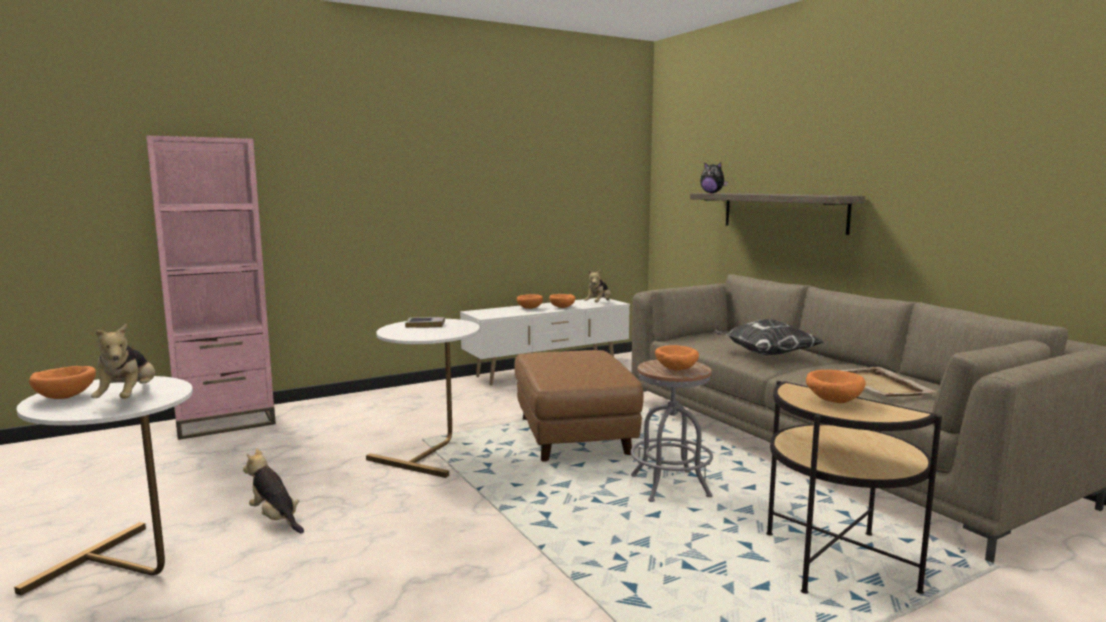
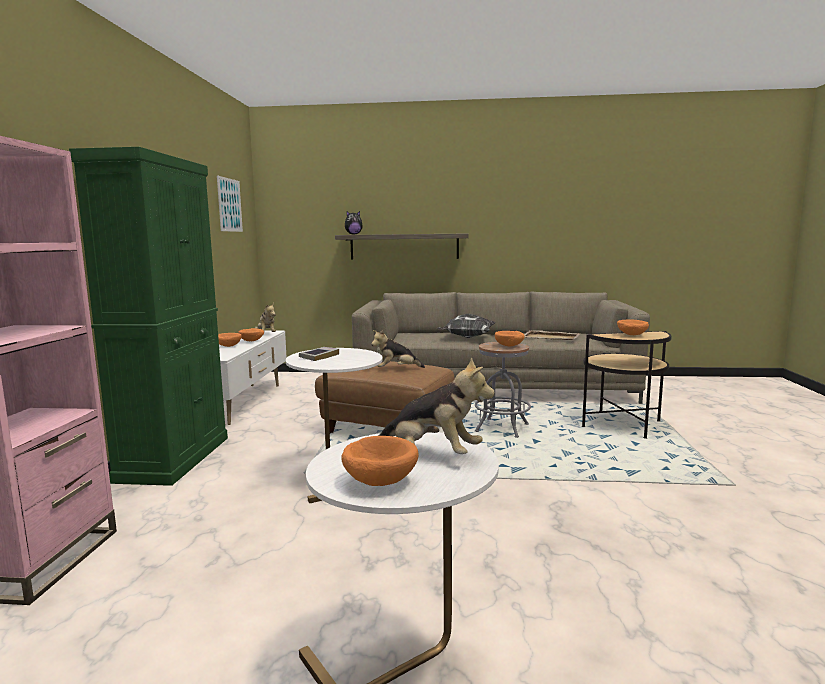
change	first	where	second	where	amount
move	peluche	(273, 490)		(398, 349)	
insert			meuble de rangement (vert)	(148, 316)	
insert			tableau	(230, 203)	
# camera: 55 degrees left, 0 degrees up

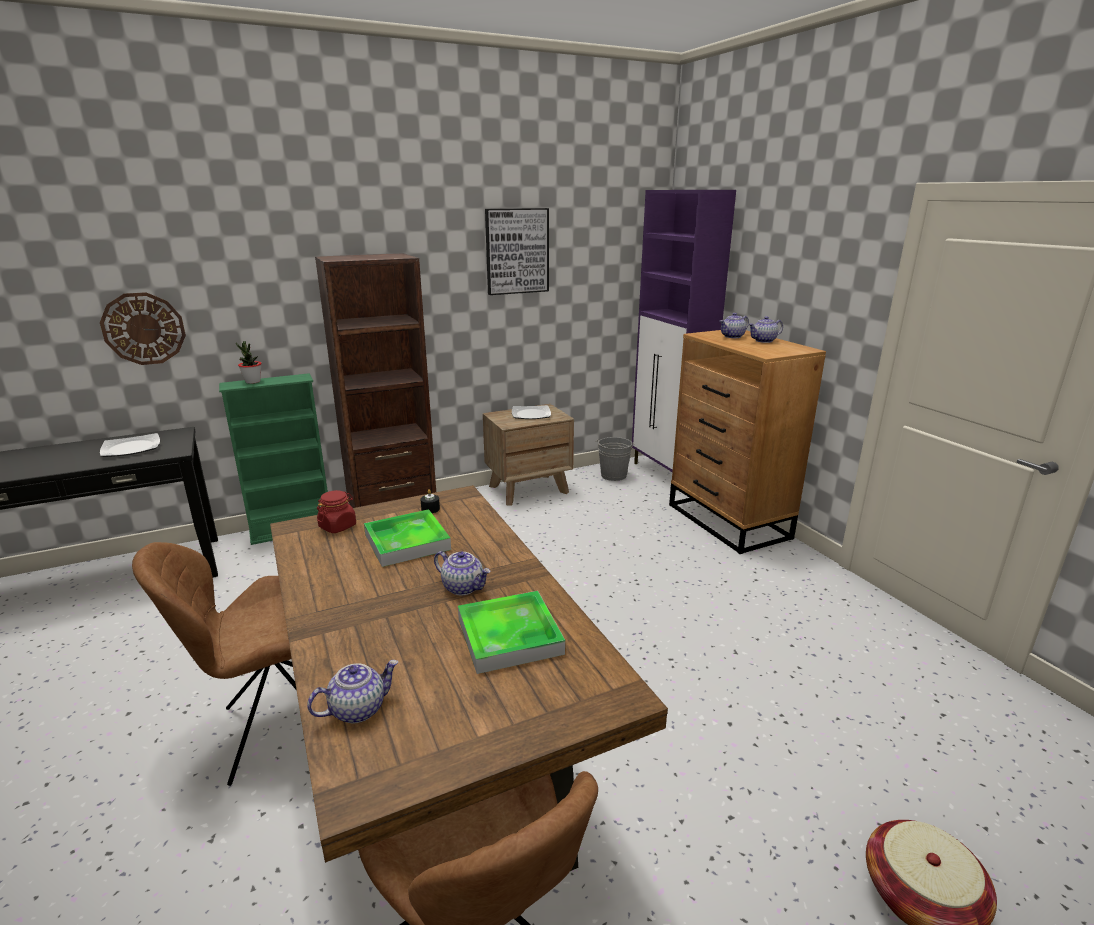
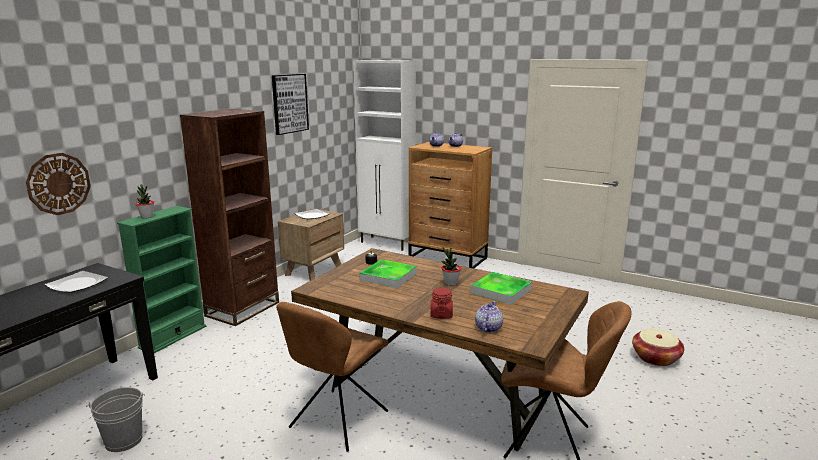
change	first	where	second	where	amount
move	bocal (rouge)	(336, 511)		(442, 303)	
replace	théière	(462, 573)	plante en pot	(451, 266)	
move	seau (gris)	(615, 459)		(115, 419)	
recolor	meuble de rangement (violet)	(684, 340)	meuble de rangement (blanc)	(384, 155)	
# camera: 35 degrees left, 5 degrees down

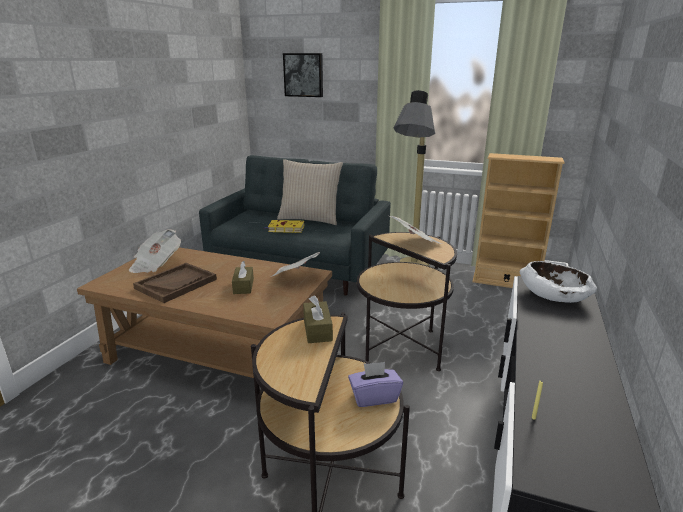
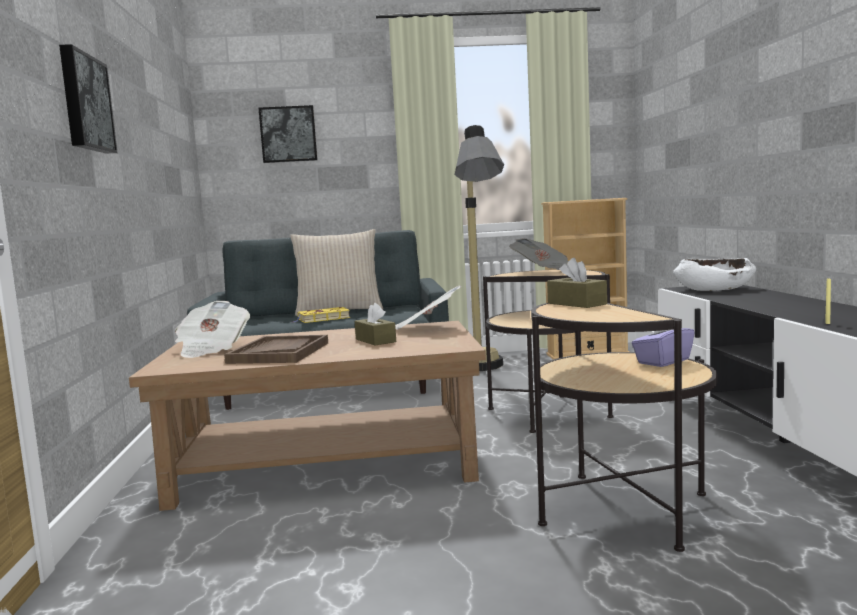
change	first	where	second	where	amount
insert			tableau	(88, 99)	
# camera: 25 degrees left, 15 degrees down

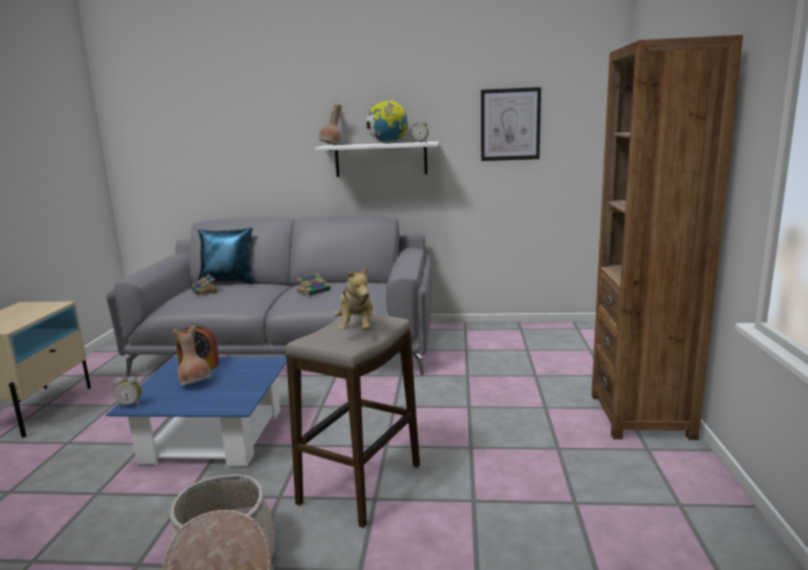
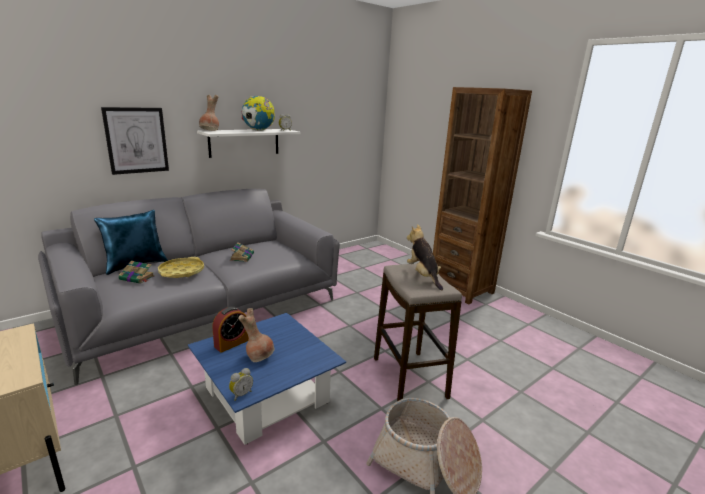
change	first	where	second	where	amount
rotate	peluche	(353, 298)		(425, 257)	150 degrees counterclockwise
move	tableau	(511, 124)		(135, 141)	
insert			plateau (jaune)	(181, 267)	
# camera: 45 degrees left, 5 degrees up

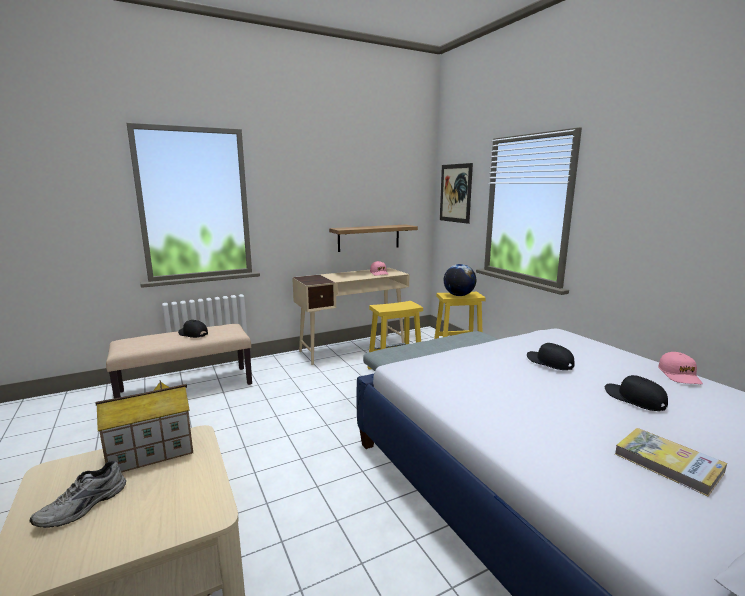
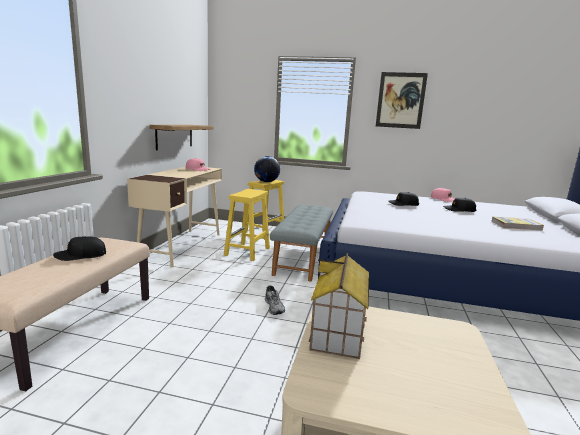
change	first	where	second	where	amount
move	chaussure (gris)	(77, 494)		(275, 300)	
move	tableau	(456, 193)		(402, 100)	
# camera: 50 degrees left, 0 degrees up

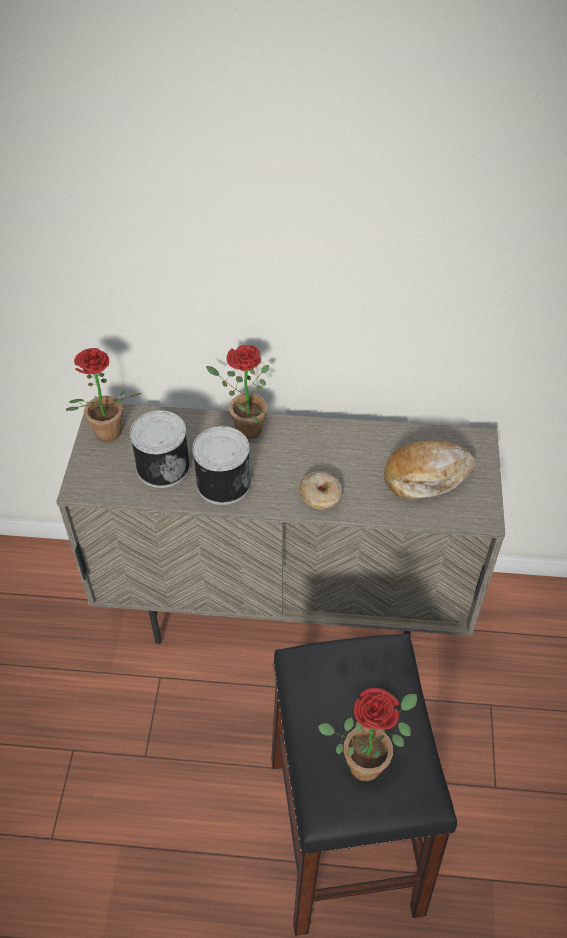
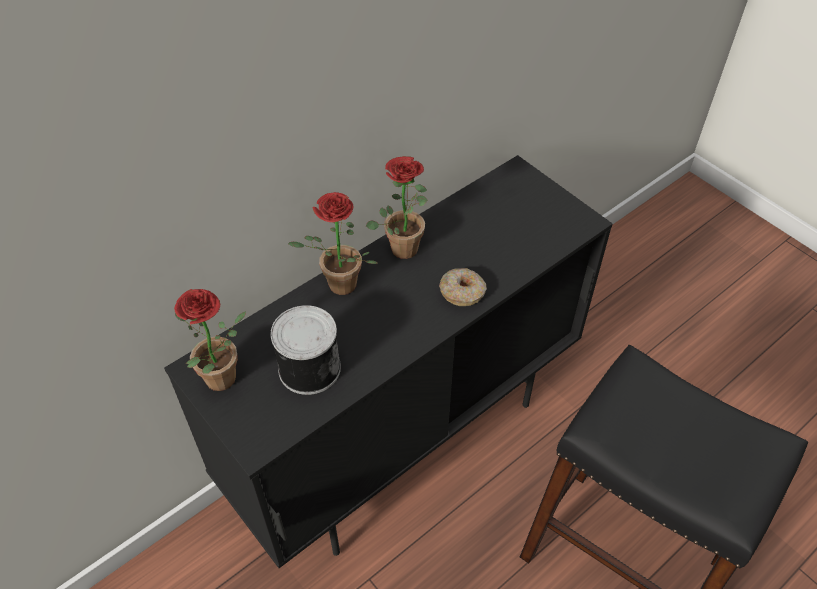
change	first	where	second	where	amount
recolor	meuble de rangement (beige)	(280, 522)	meuble de rangement (noir)	(388, 361)	
delete	boîte métallique	(221, 465)			
move	plante en pot	(367, 734)		(397, 207)	
delete	pain	(430, 469)			
# camera: 45 degrees left, 0 degrees up

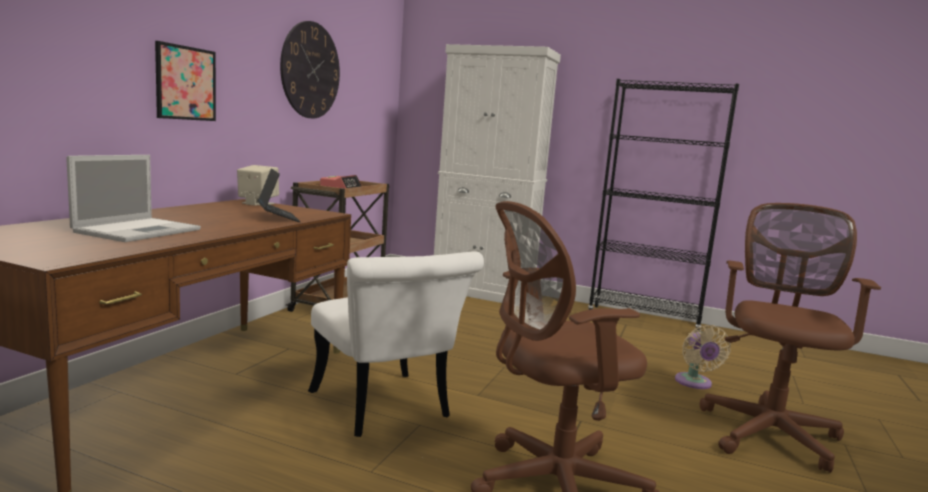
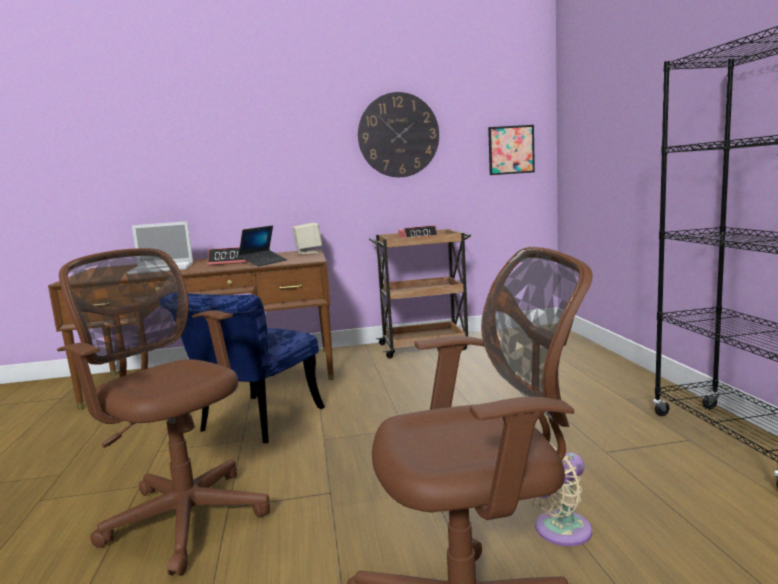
change	first	where	second	where	amount
move	tableau	(185, 81)		(511, 150)	
recolor	chaise (blanc)	(396, 344)	chaise (bleu)	(253, 368)	
delete	meuble de rangement (blanc)	(497, 173)			
insert			réveil	(227, 256)	
# camera: 60 degrees right, 0 degrees up

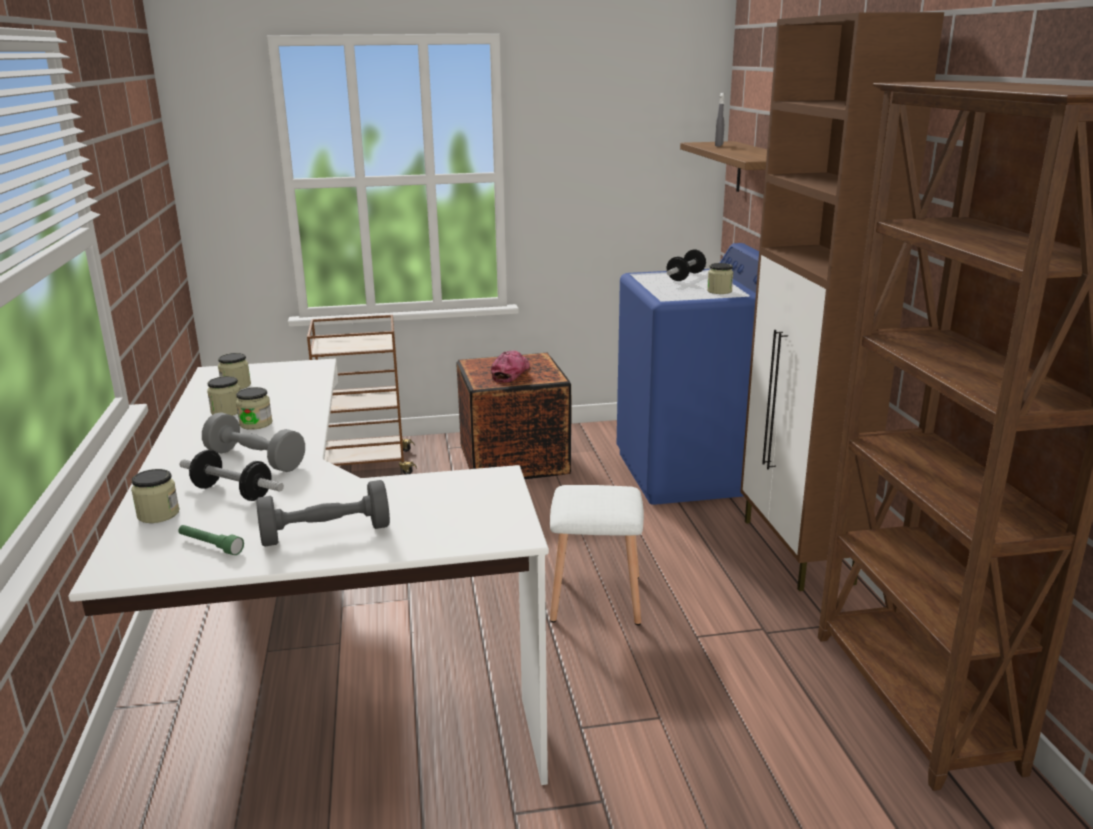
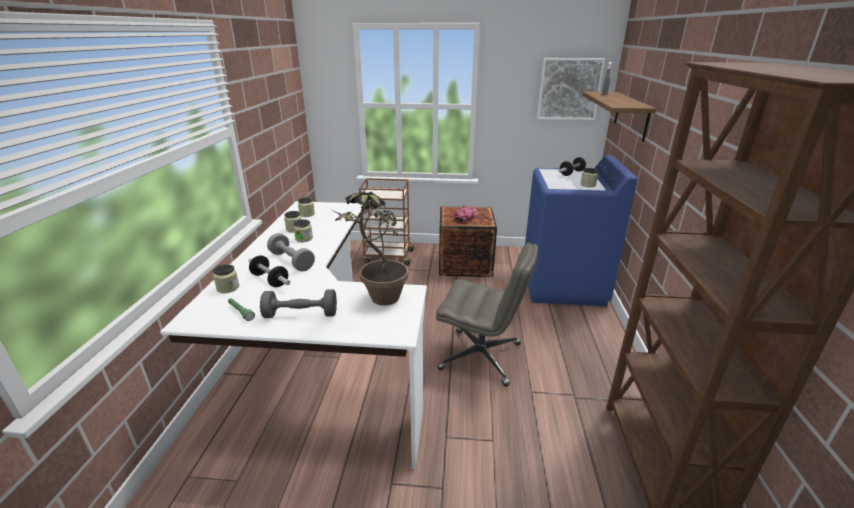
change	first	where	second	where	amount
replace	tabouret (blanc)	(597, 555)	chaise de bureau (gris)	(487, 315)	
delete	meuble de rangement (marron)	(842, 301)			
insert			plante en pot	(370, 249)	
insert			tableau	(571, 89)	
# camera: 15 degrees right, 5 degrees up

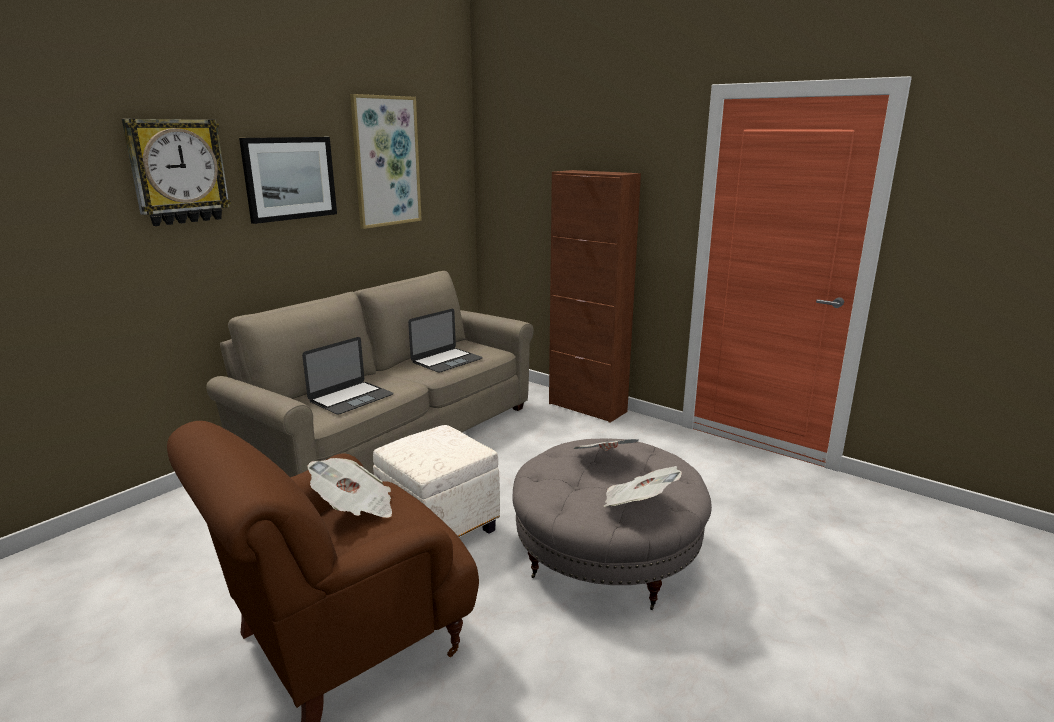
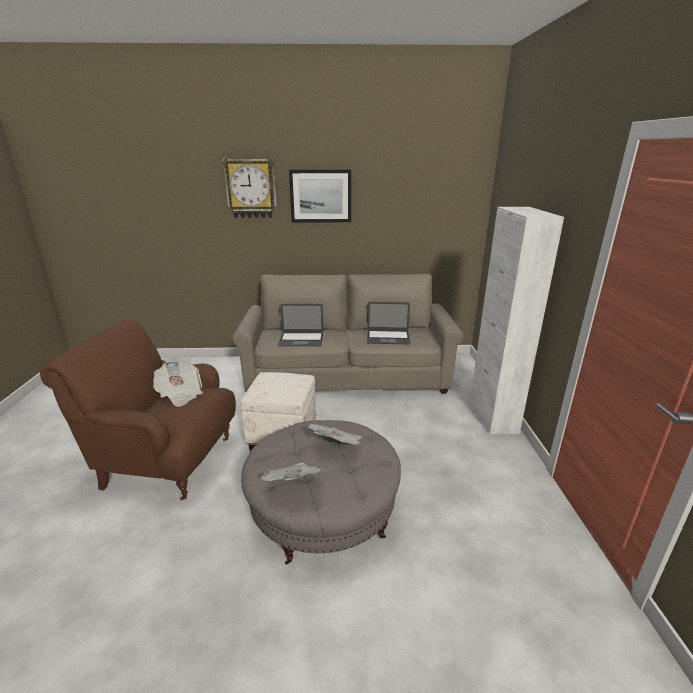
change	first	where	second	where	amount
delete	tableau	(386, 161)			
recolor	meuble de rangement (marron)	(595, 296)	meuble de rangement (blanc)	(517, 320)	
# camera: 50 degrees right, 5 degrees up

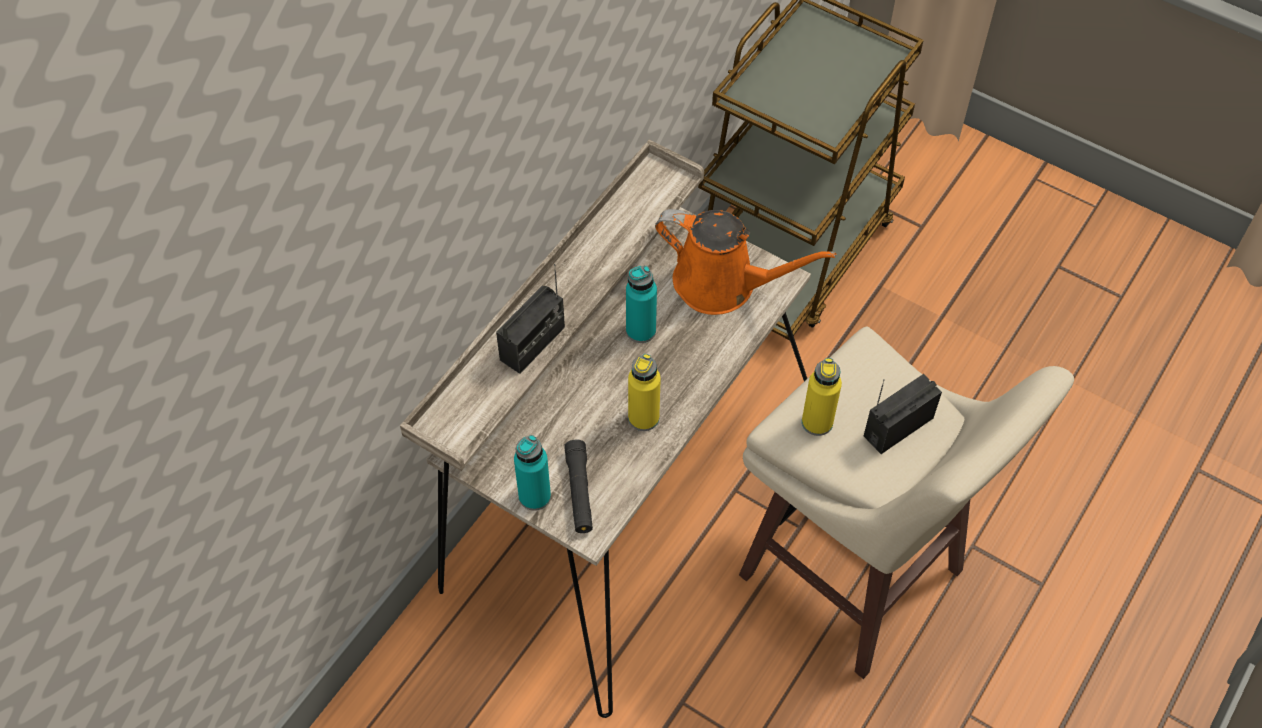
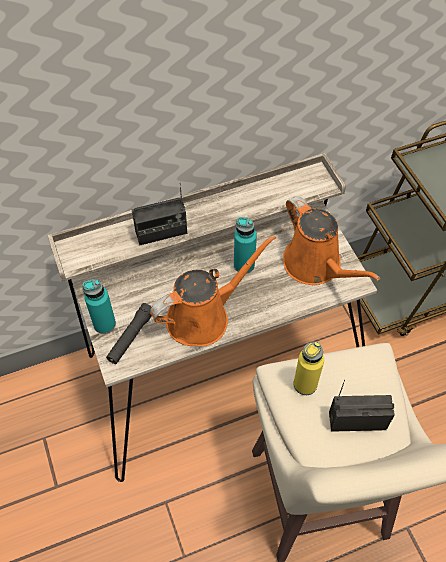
change	first	where	second	where	amount
replace	bouteille (jaune)	(644, 392)	arrosoir (orange)	(213, 290)	
# camera: 35 degrees right, 0 degrees up

